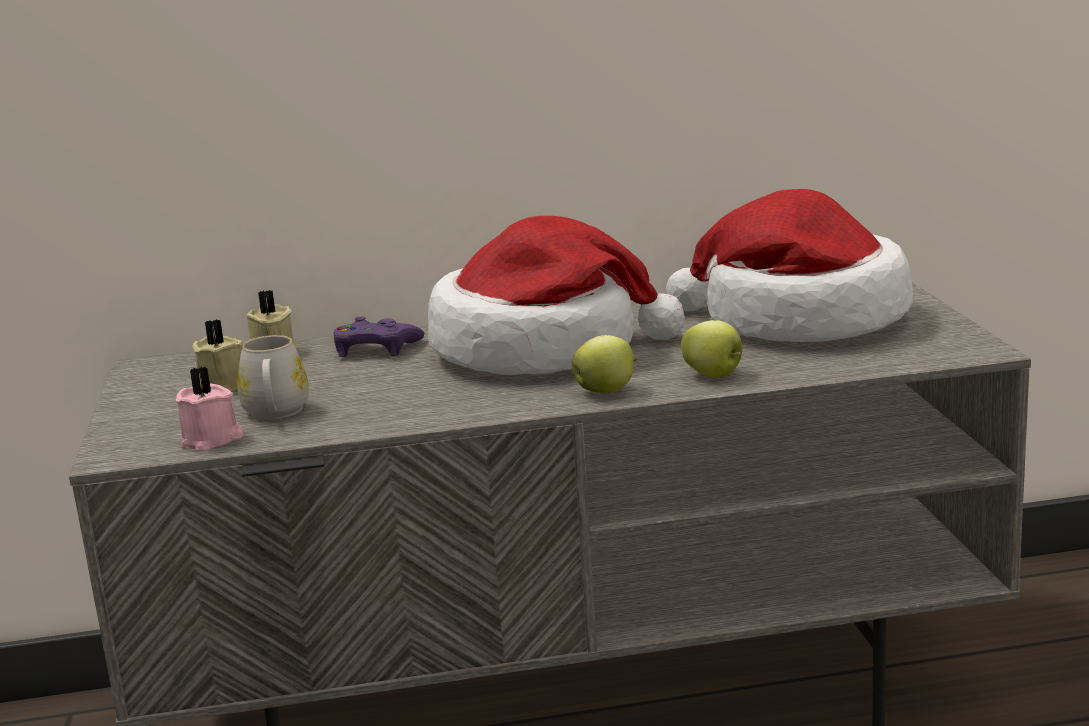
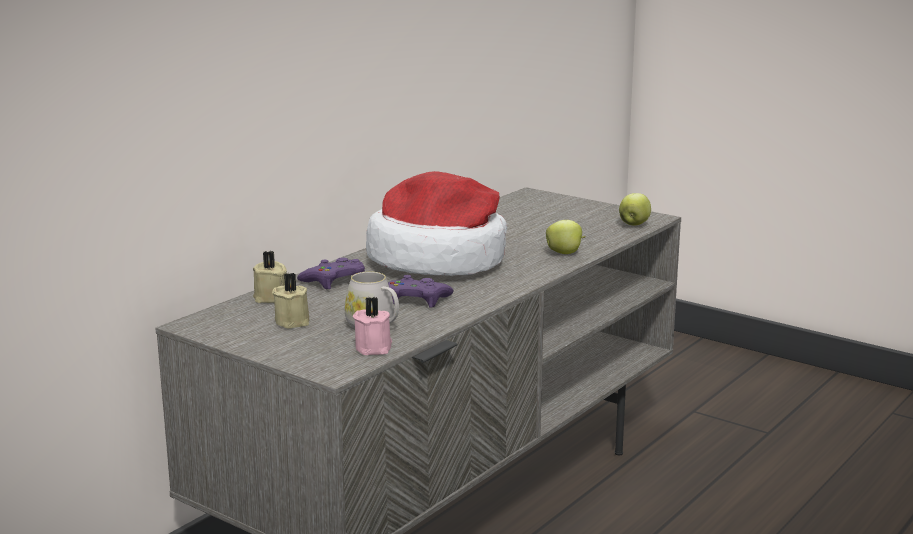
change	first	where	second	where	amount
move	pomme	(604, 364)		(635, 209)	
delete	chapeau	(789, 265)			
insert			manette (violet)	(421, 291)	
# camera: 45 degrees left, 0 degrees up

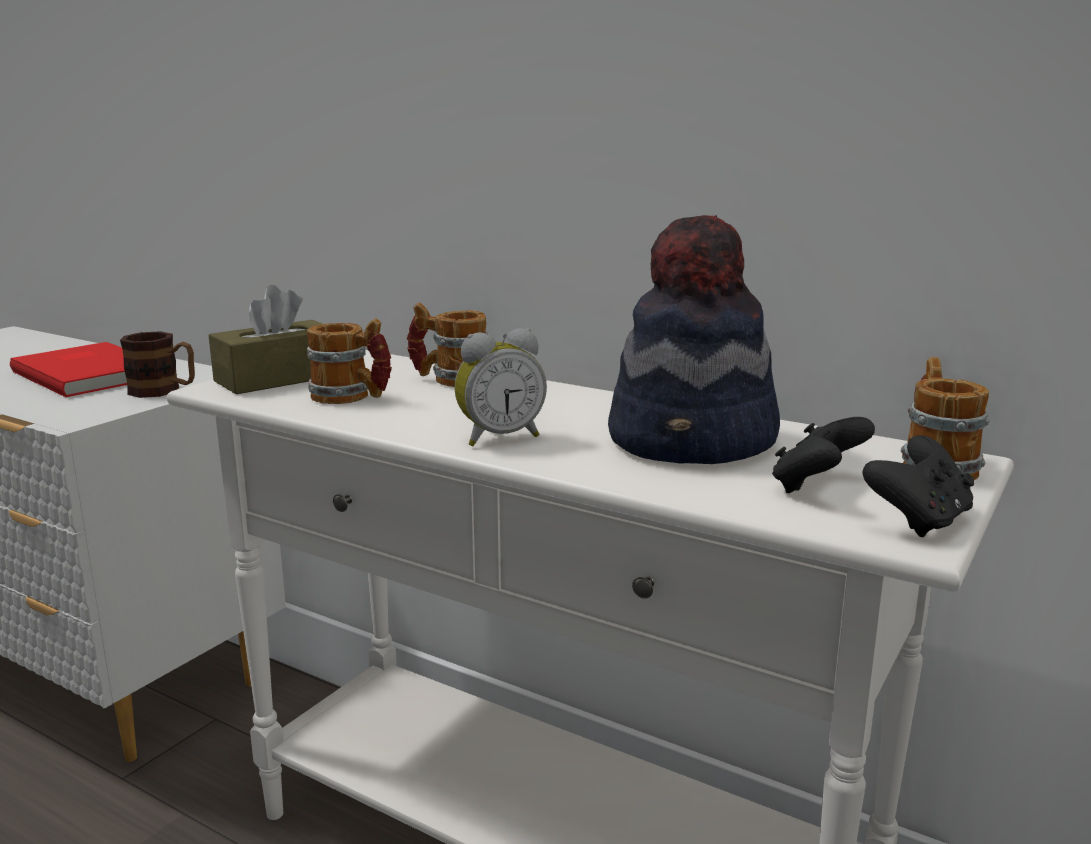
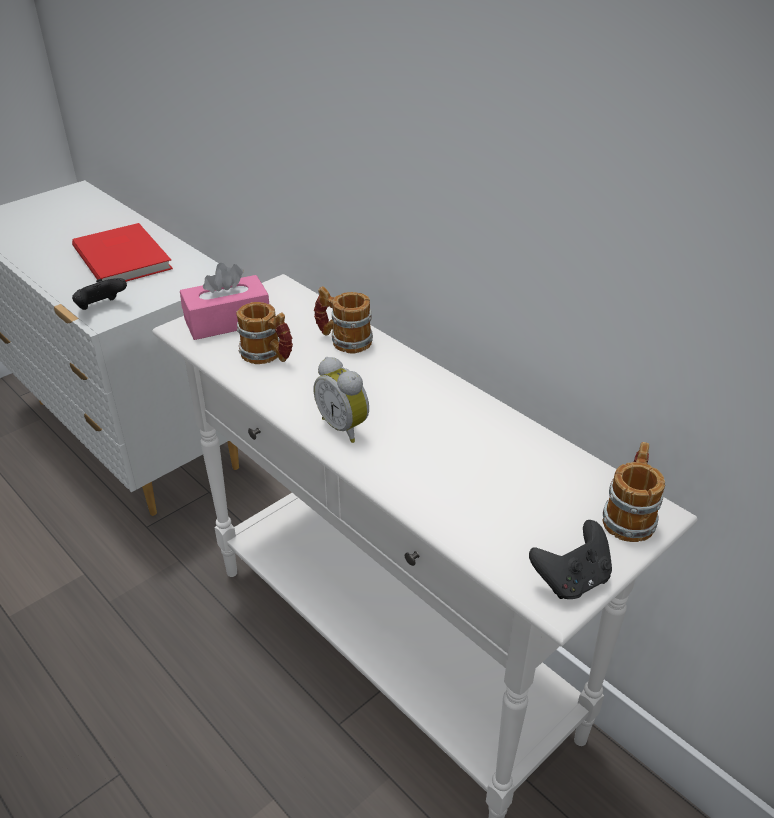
change	first	where	second	where	amount
delete	mug	(157, 364)			
recolor	boîte à mouchoirs (marron)	(265, 339)	boîte à mouchoirs (rose)	(224, 301)	
rotate	réveil	(500, 387)		(341, 400)	60 degrees clockwise
delete	chapeau	(694, 339)			
move	manette (noir)	(823, 455)		(99, 294)	
# camera: 15 degrees right, 20 degrees up

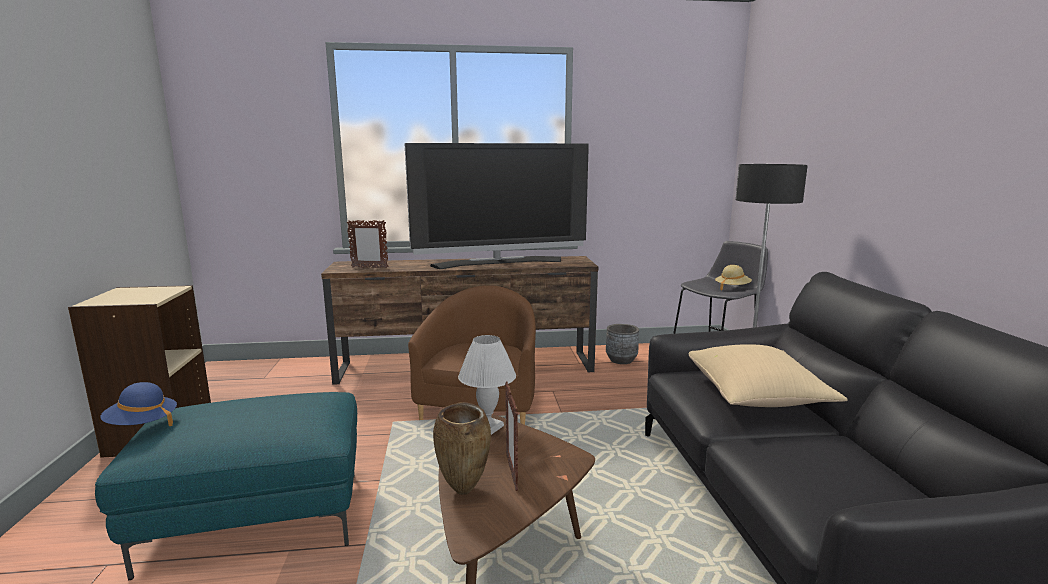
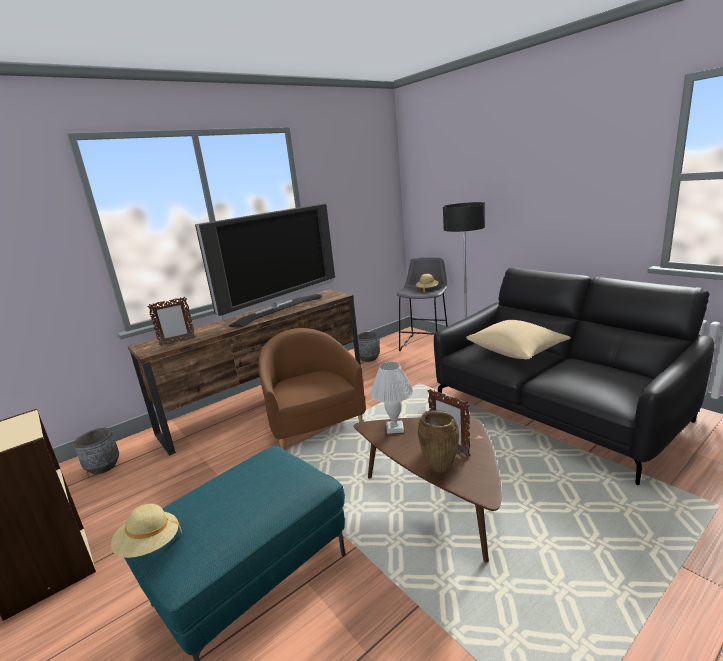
change	first	where	second	where	amount
recolor	chapeau (bleu)	(138, 404)	chapeau (beige)	(146, 531)	
insert			cache-pot (gris)	(96, 451)	
# camera: 30 degrees left, 5 degrees up

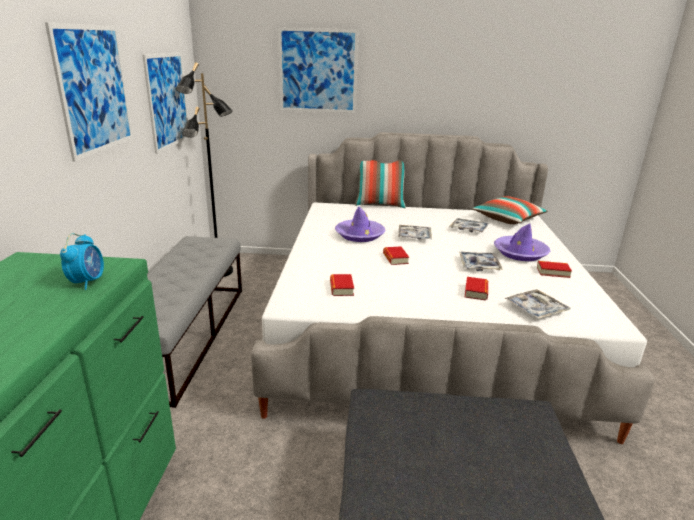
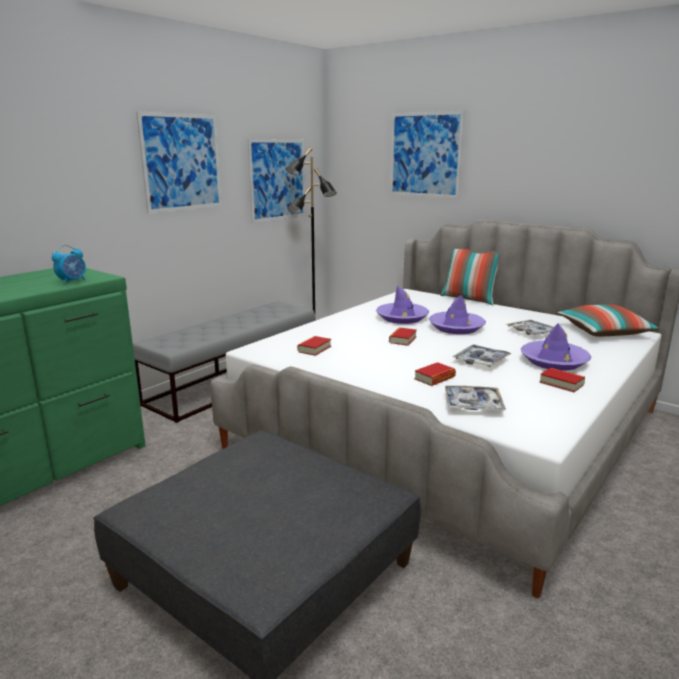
change	first	where	second	where	amount
replace	plateau	(415, 232)	chapeau (violet)	(457, 314)	
# camera: 35 degrees right, 5 degrees down

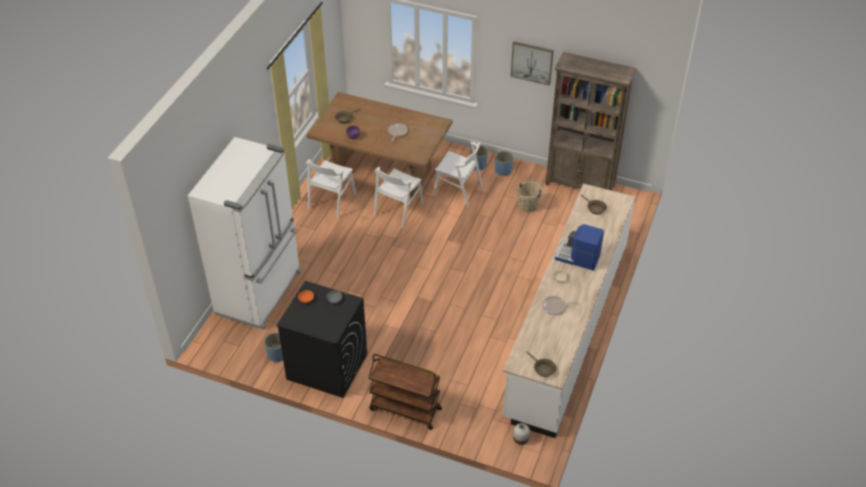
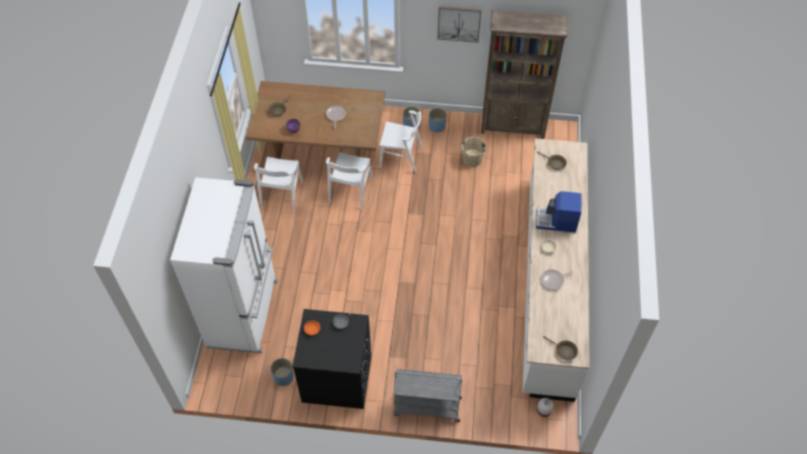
change	first	where	second	where	amount
recolor	chariot (marron)	(405, 392)	chariot (gris)	(427, 395)	
# camera: 15 degrees left, 10 degrees up

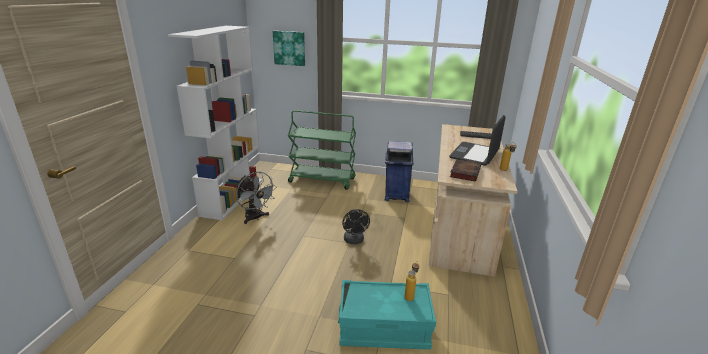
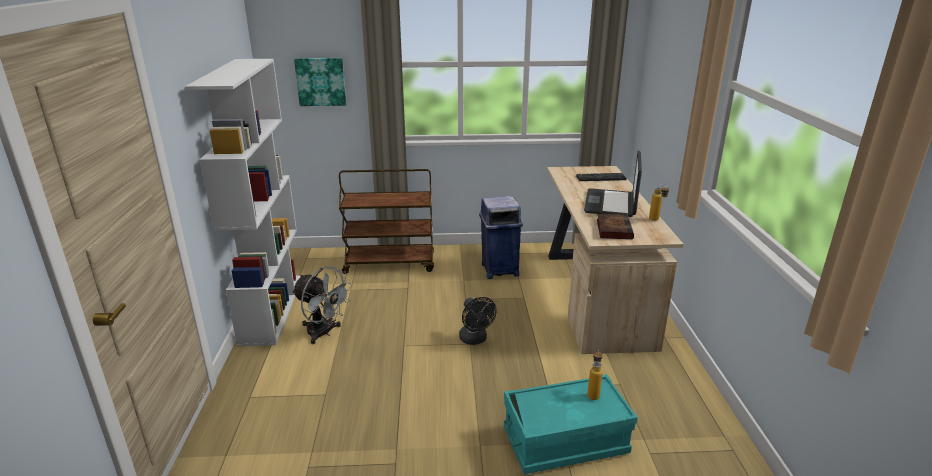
change	first	where	second	where	amount
recolor	chariot (vert)	(322, 150)	chariot (marron)	(386, 221)	
# camera: 15 degrees left, 0 degrees up

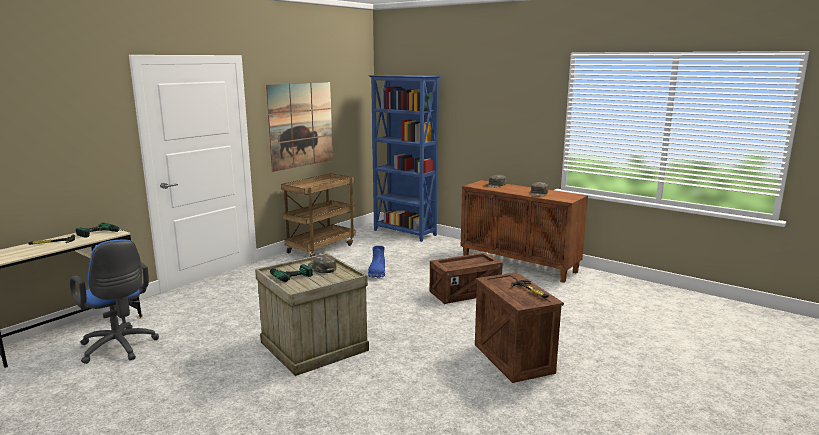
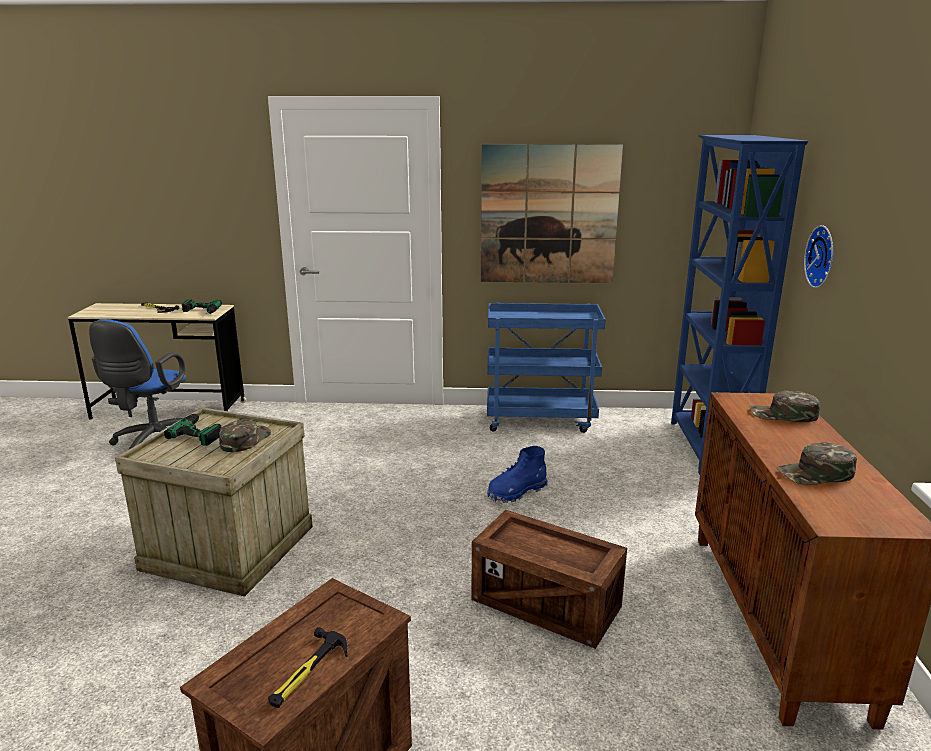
change	first	where	second	where	amount
recolor	chariot (marron)	(318, 215)	chariot (bleu)	(546, 368)	
insert			horloge murale	(818, 256)	
# camera: 55 degrees right, 5 degrees up

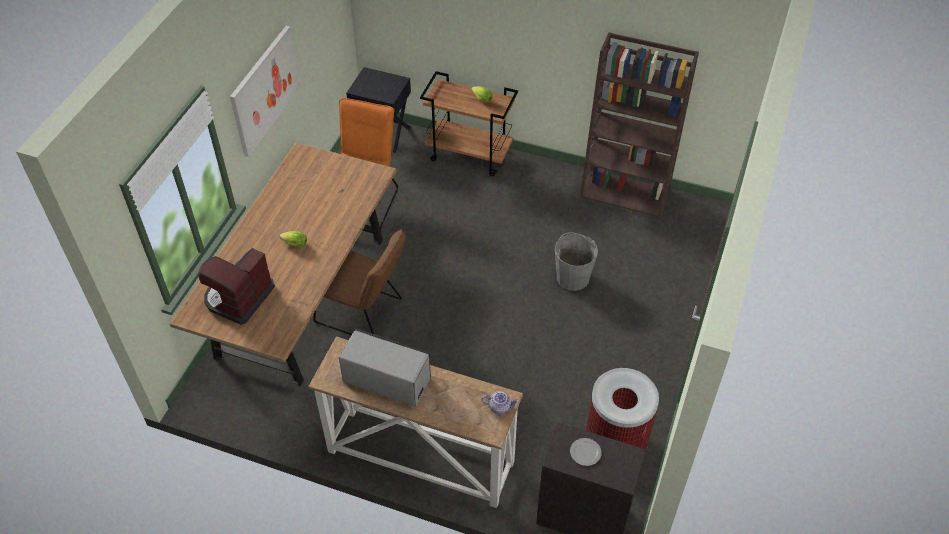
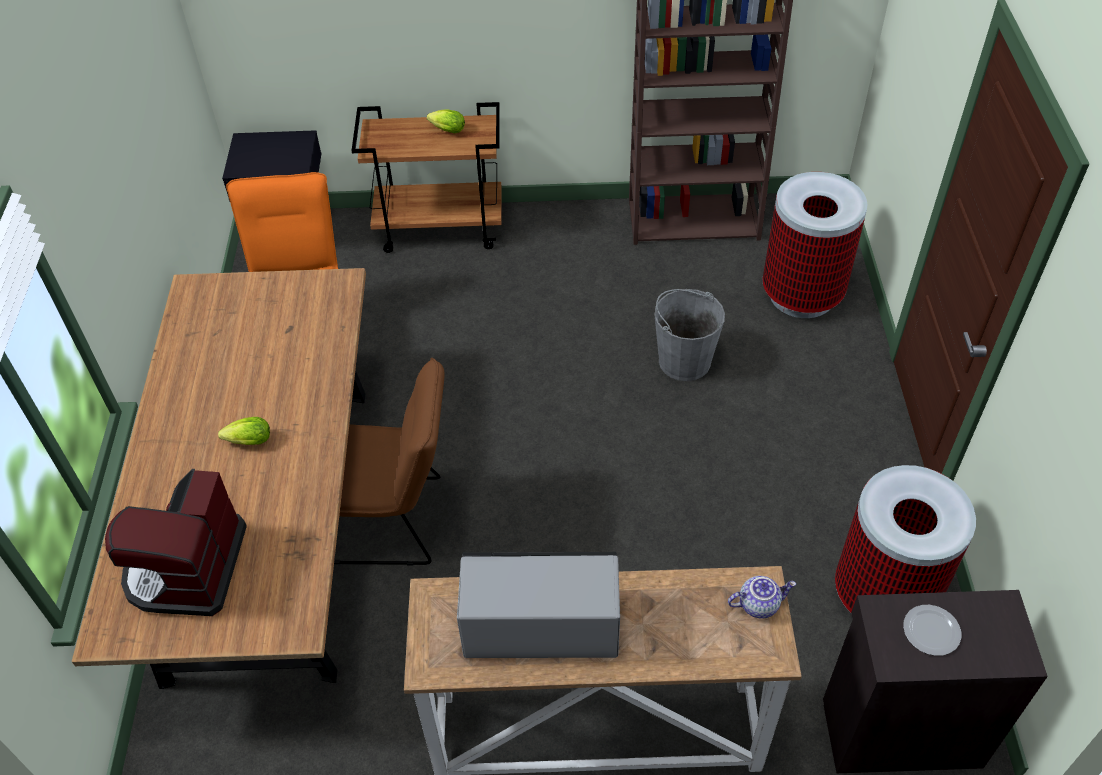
change	first	where	second	where	amount
delete	tableau	(265, 91)			
insert			poubelle	(815, 245)	
# camera: 20 degrees left, 0 degrees up

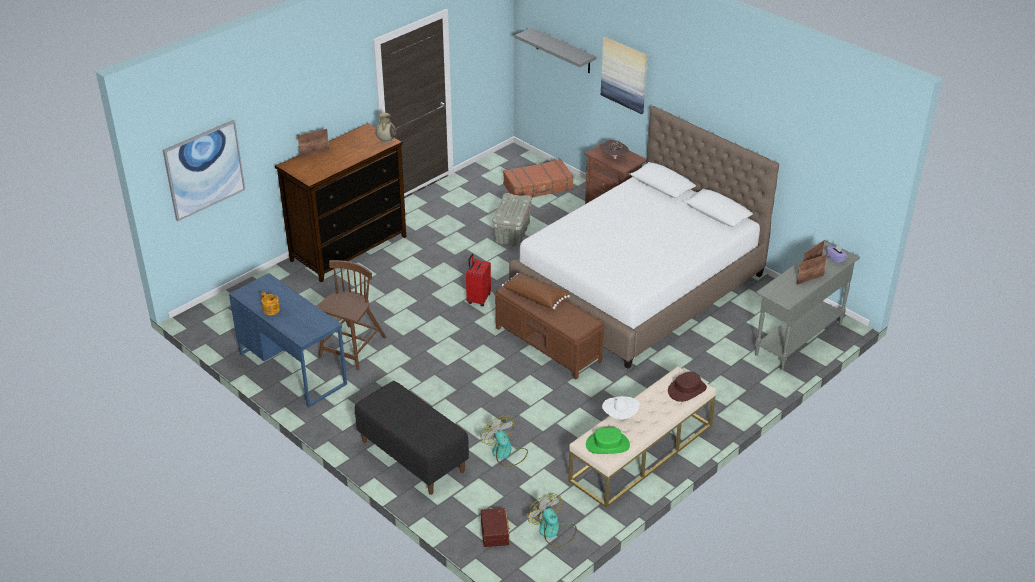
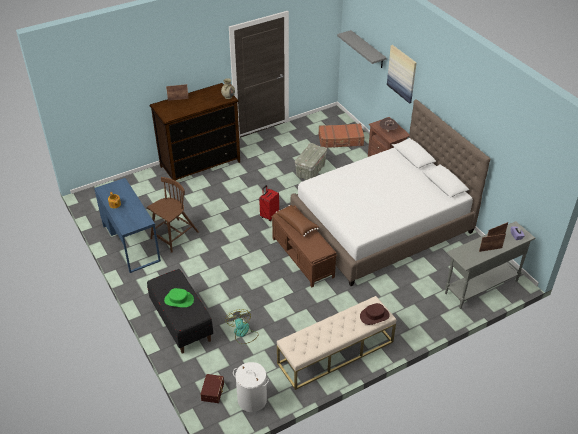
change	first	where	second	where	amount
delete	tableau	(204, 170)			
replace	ventilateur	(552, 520)	panier à linge (blanc)	(251, 387)	
move	chapeau (vert)	(608, 440)		(179, 298)	
delete	chapeau (blanc)	(621, 407)			
# camera: 15 degrees right, 5 degrees up

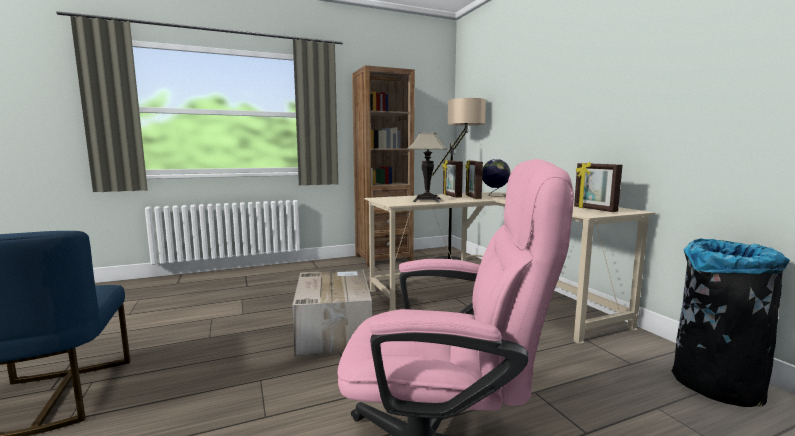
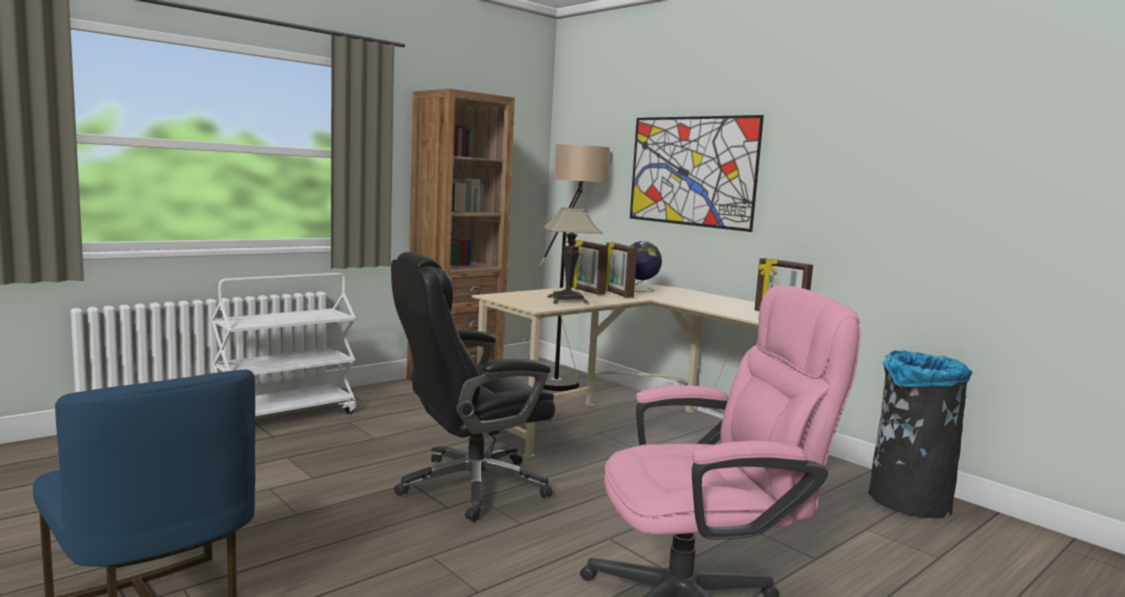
change	first	where	second	where	amount
replace	carton	(332, 313)	chaise de bureau (noir)	(473, 387)	
insert			chariot (blanc)	(283, 344)	
insert			tableau	(697, 173)	
# camera: 20 degrees left, 0 degrees up

